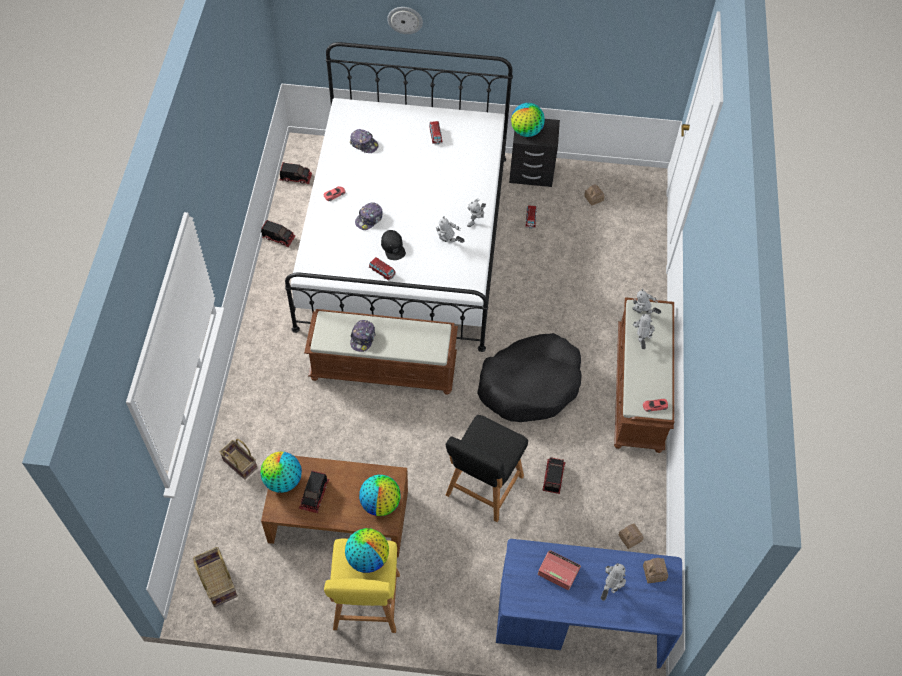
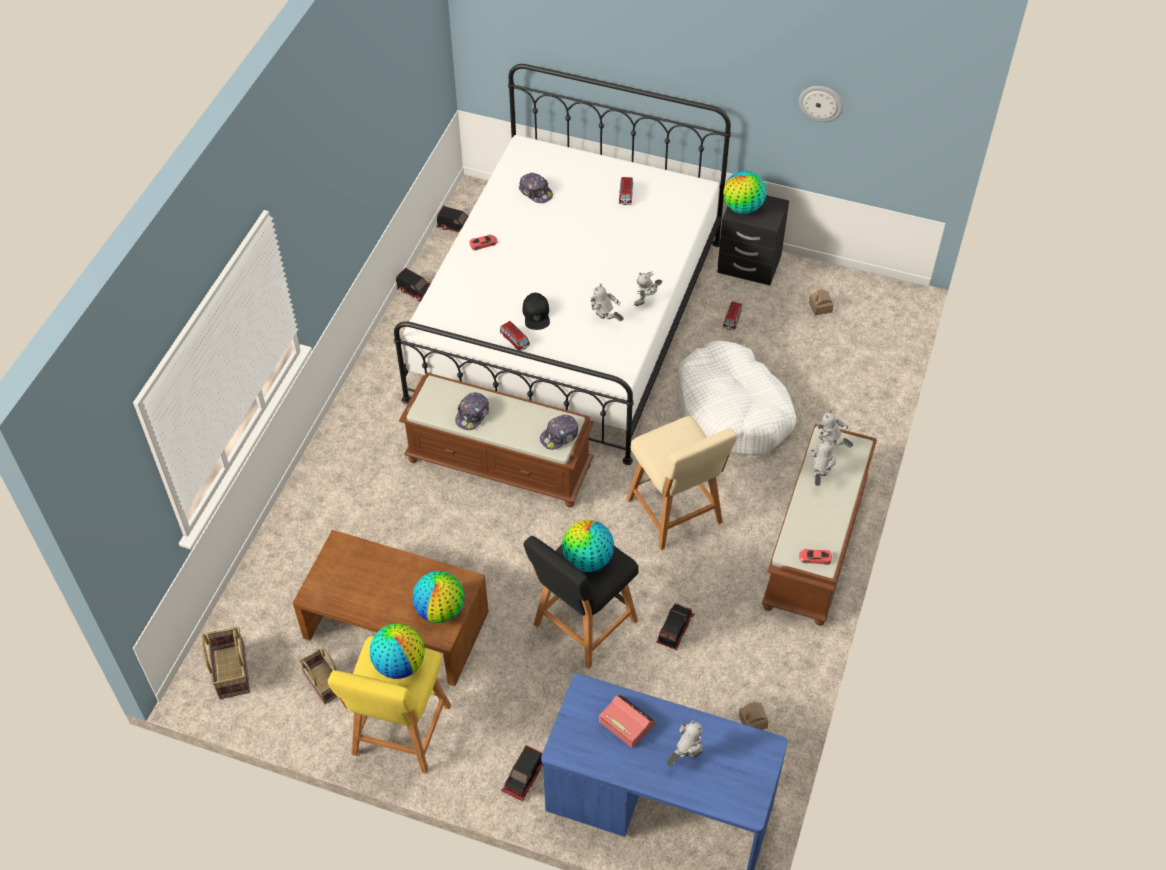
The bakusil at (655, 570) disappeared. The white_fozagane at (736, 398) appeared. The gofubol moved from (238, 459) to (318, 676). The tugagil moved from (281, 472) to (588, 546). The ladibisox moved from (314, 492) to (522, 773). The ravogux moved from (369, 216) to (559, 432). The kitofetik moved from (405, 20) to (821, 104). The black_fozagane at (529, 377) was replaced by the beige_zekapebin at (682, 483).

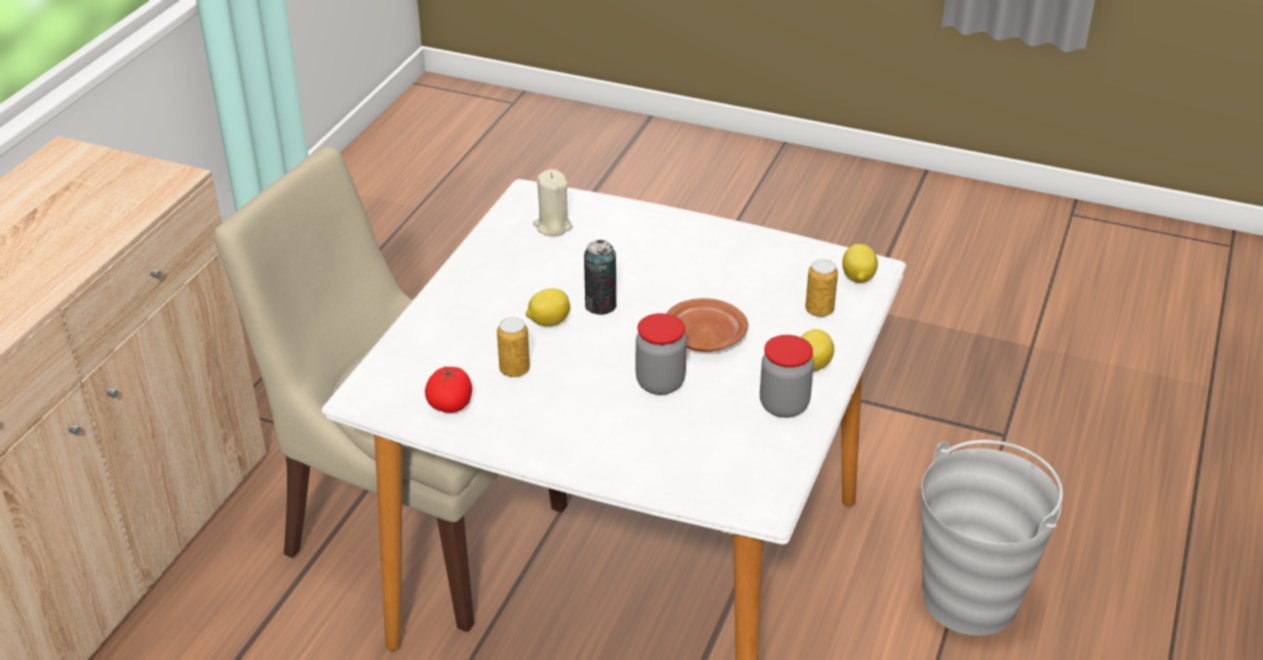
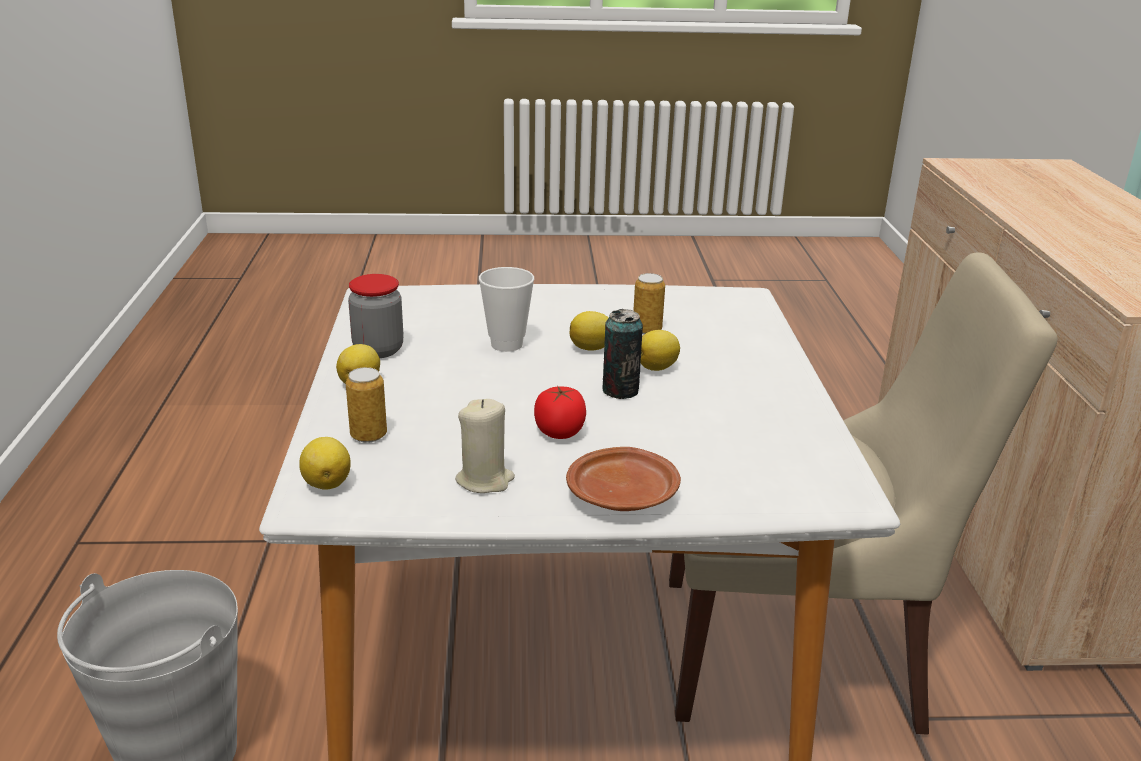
The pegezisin at (588, 331) appeared. The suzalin moved from (448, 390) to (560, 413). The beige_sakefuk moved from (553, 202) to (485, 446). The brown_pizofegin moved from (707, 325) to (623, 479). The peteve at (661, 354) was replaced by the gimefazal at (506, 309).

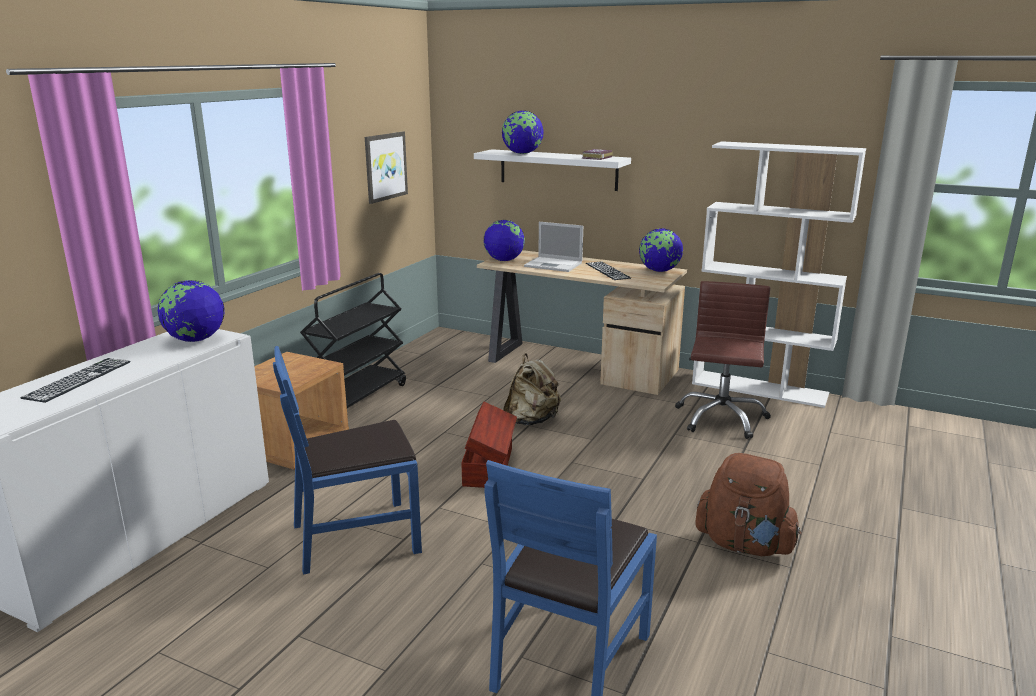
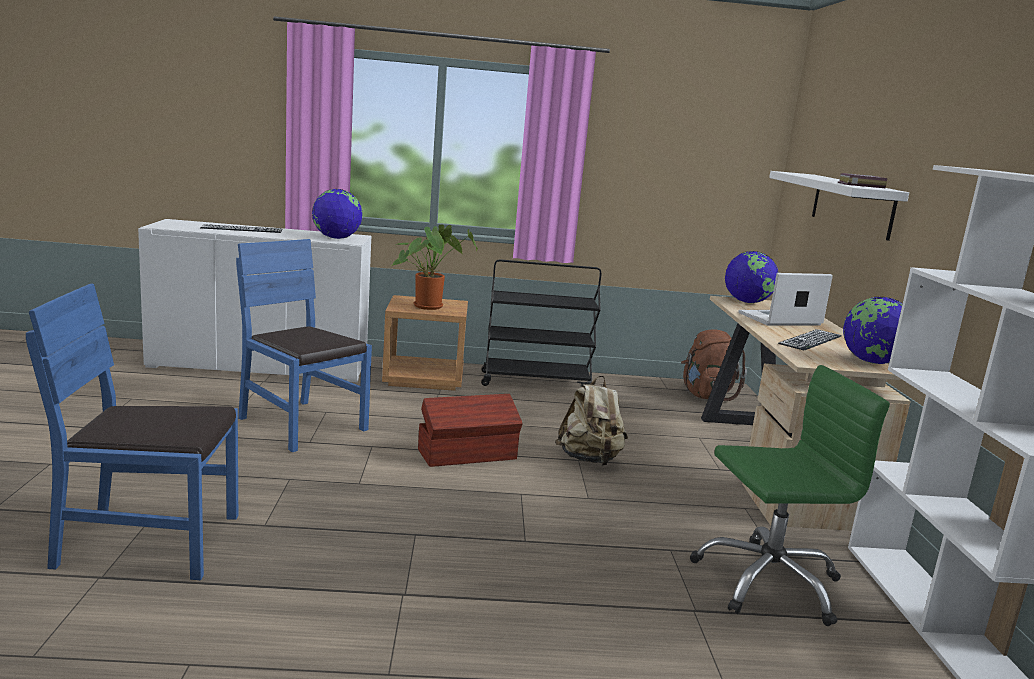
The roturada at (386, 168) disappeared. The tugagil at (523, 132) disappeared. The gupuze at (434, 267) appeared. The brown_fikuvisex moved from (748, 504) to (714, 365). The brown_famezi at (723, 360) became the green_famezi at (790, 495). The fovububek at (553, 247) turned 75 degrees clockwise.

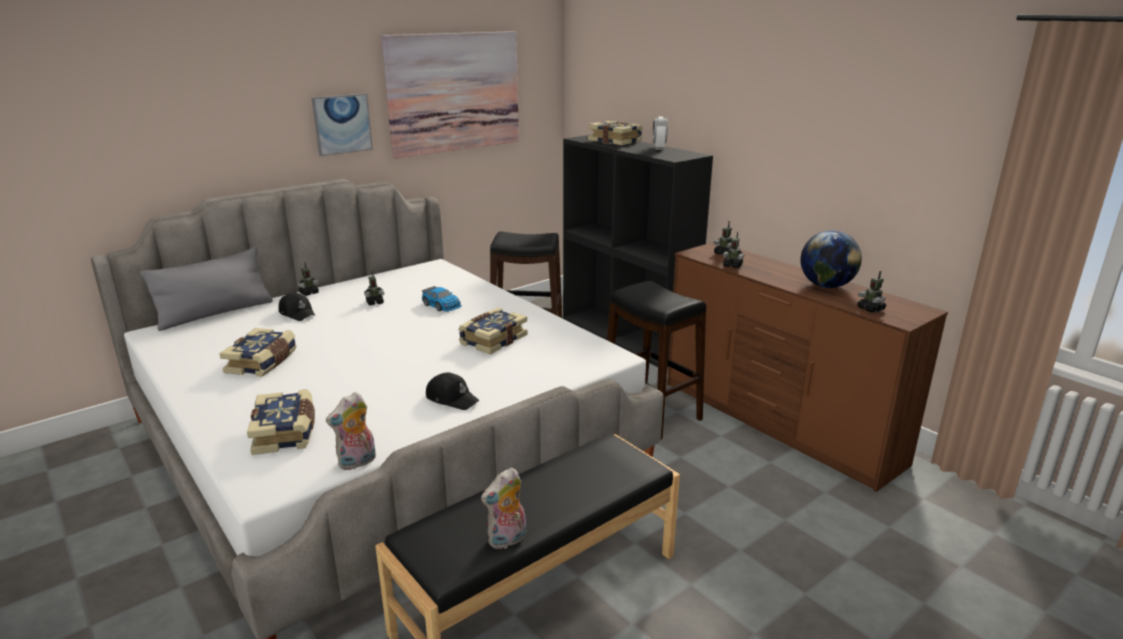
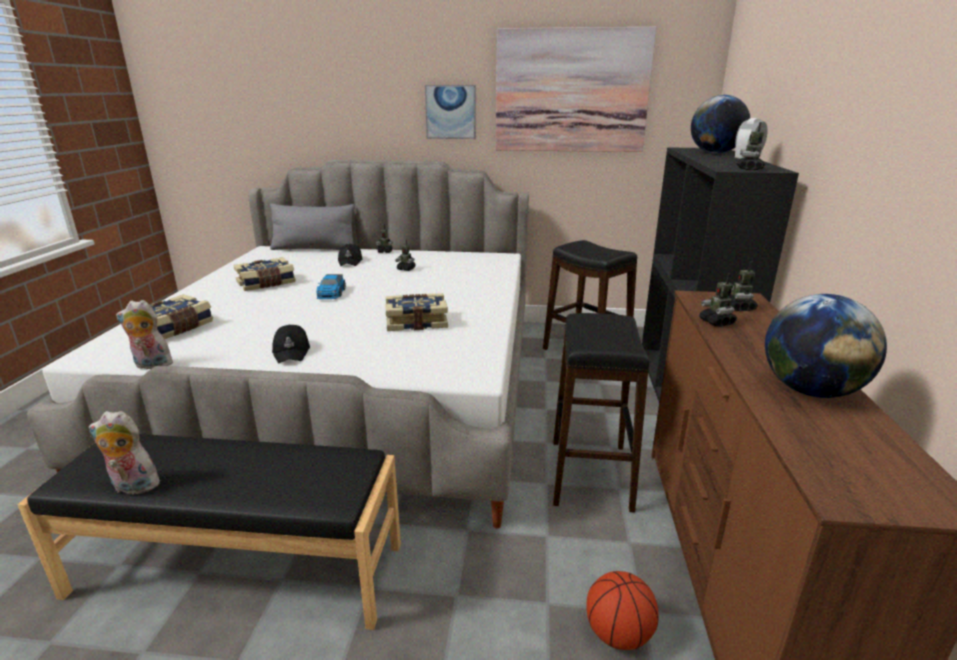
The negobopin at (622, 610) appeared. The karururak moved from (442, 299) to (331, 286). The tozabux moved from (871, 292) to (750, 146). The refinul at (615, 133) was replaced by the tugagil at (720, 124).

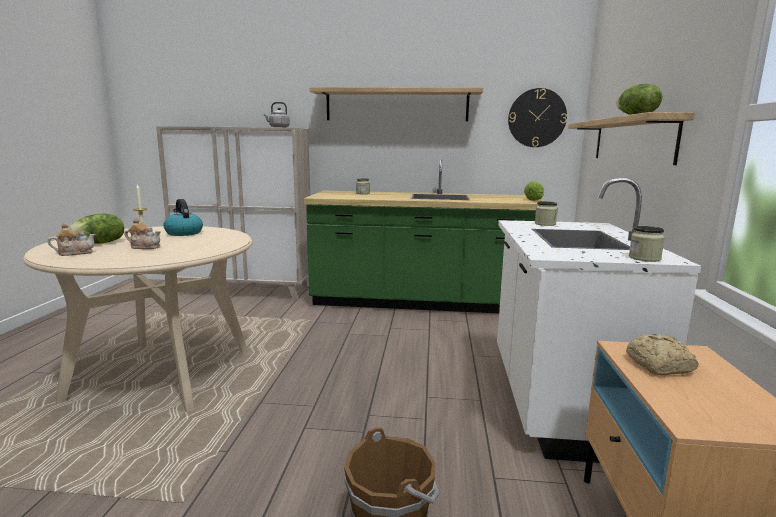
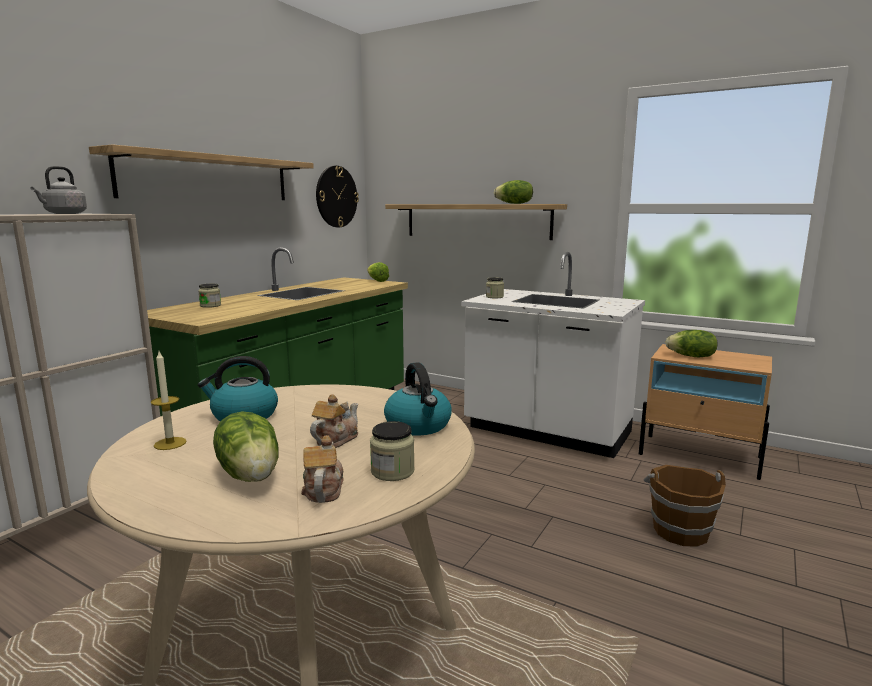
The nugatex at (418, 399) appeared. The peteve moved from (647, 244) to (392, 451). The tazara at (662, 354) was replaced by the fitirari at (691, 343).

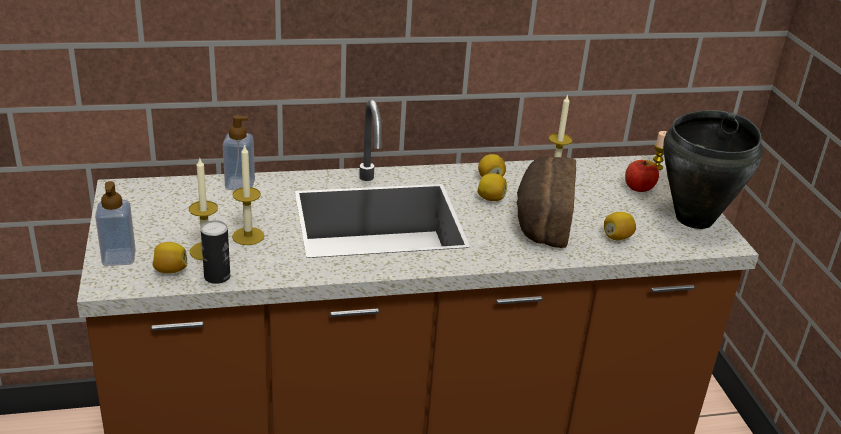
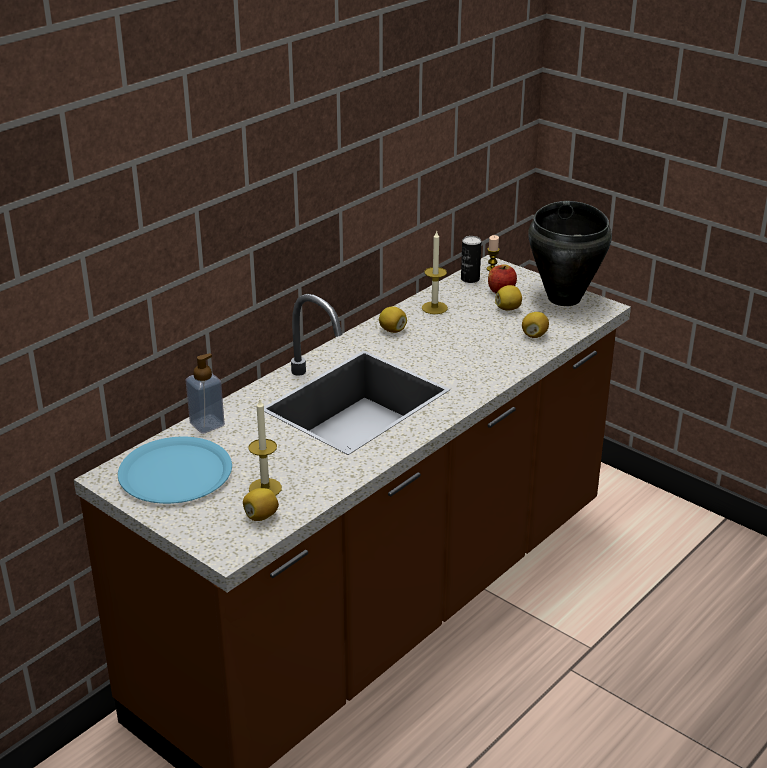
The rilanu at (115, 223) disappeared. The sakefuk at (248, 194) disappeared. The tazara at (546, 202) disappeared. The blue_pizofegin at (175, 470) appeared. The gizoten moved from (215, 252) to (471, 259). The pegezisin moved from (492, 187) to (508, 297).

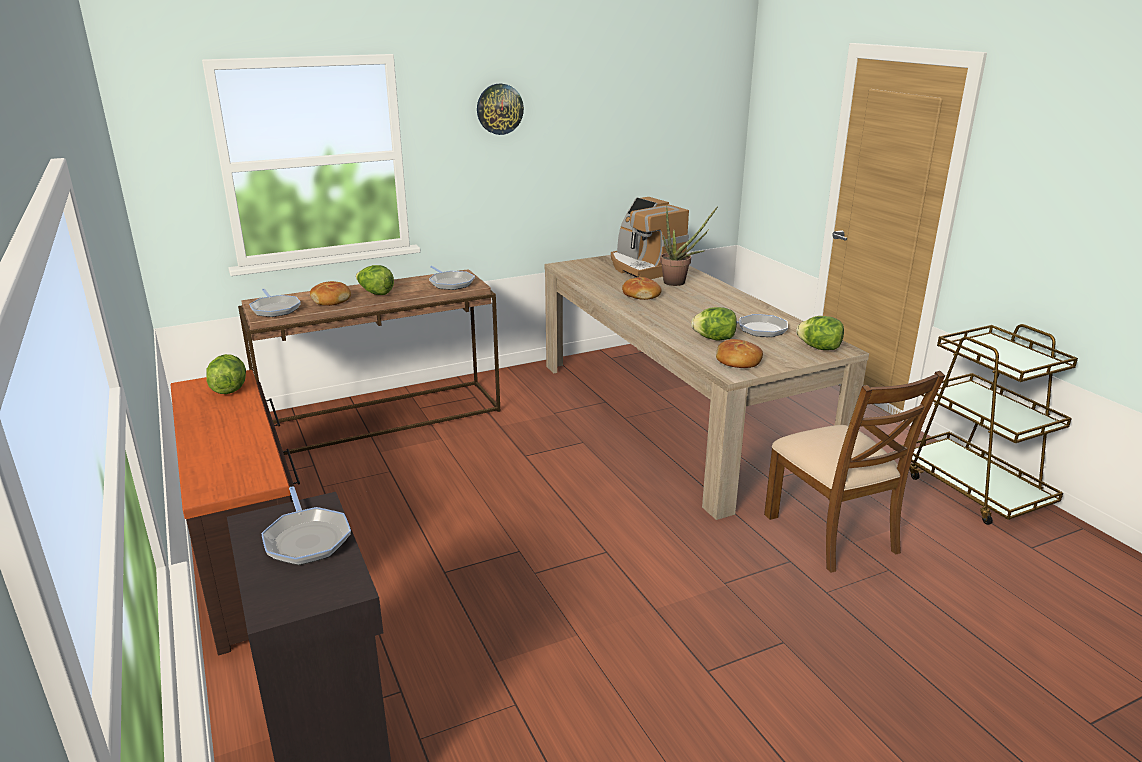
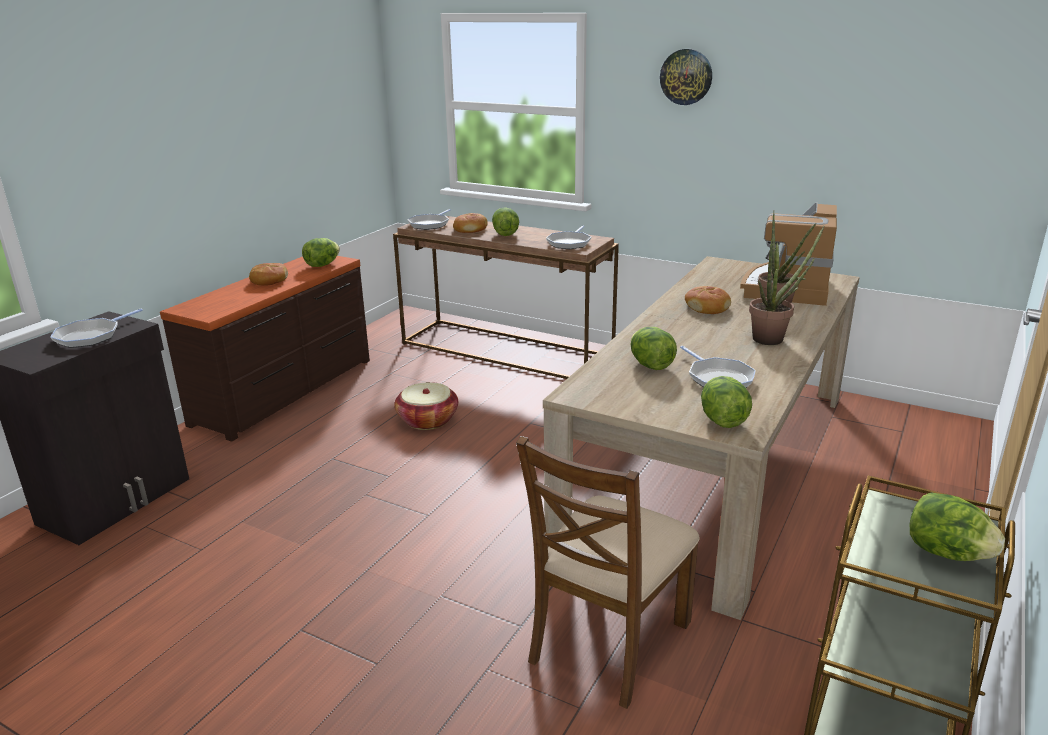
The gofubol at (426, 406) appeared. The gupuze at (786, 285) appeared. The fitirari at (957, 526) appeared. The tazara moved from (739, 353) to (268, 274).

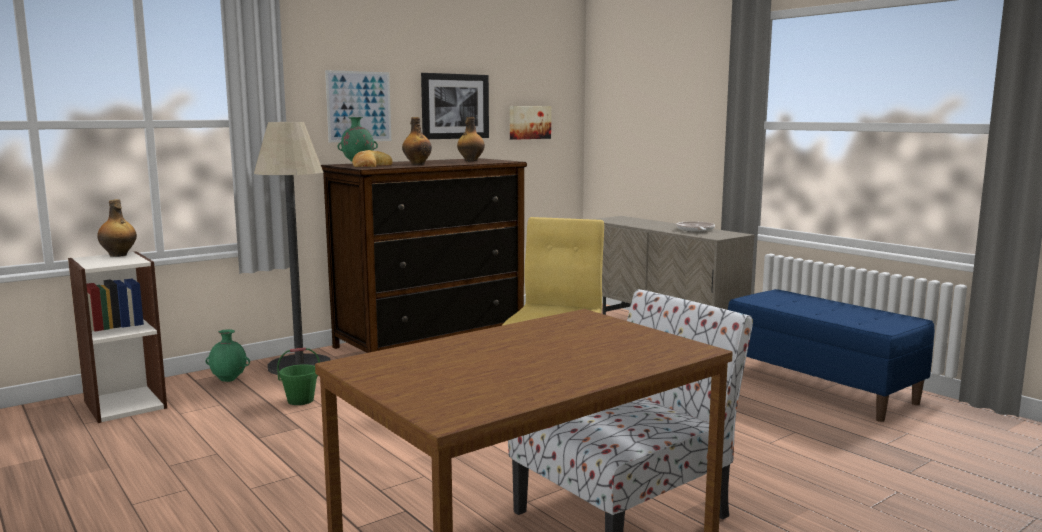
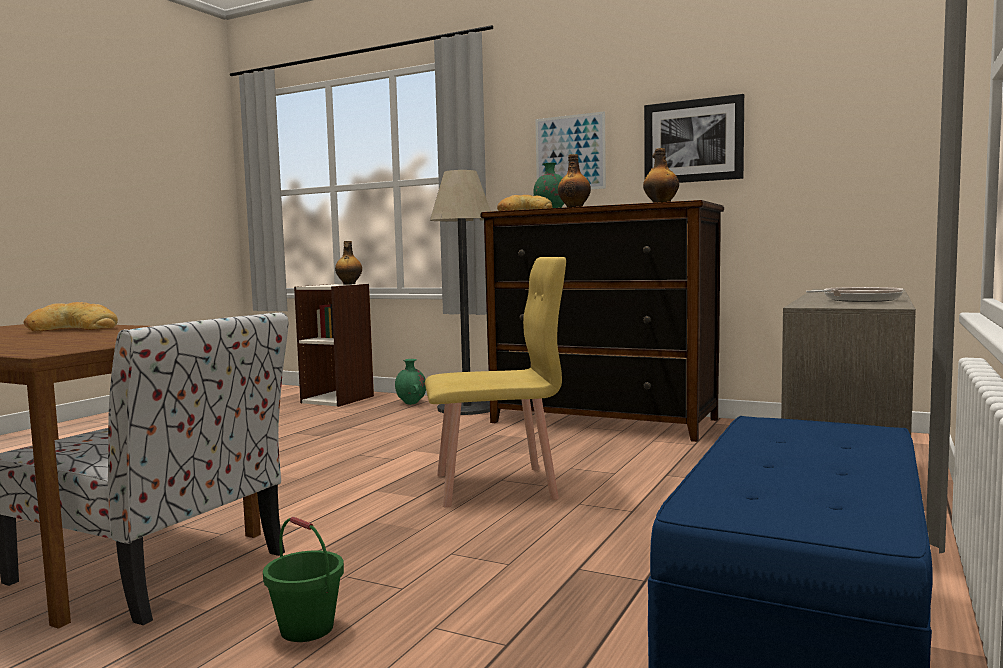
The roturada at (530, 123) disappeared. The tazara at (70, 316) appeared. The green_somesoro moved from (298, 376) to (303, 579).

